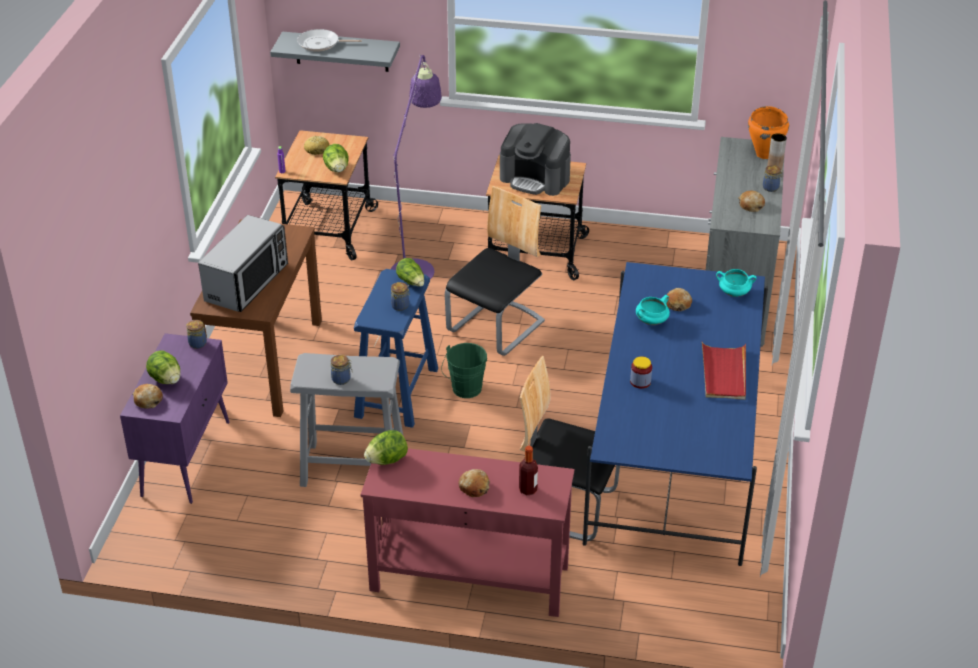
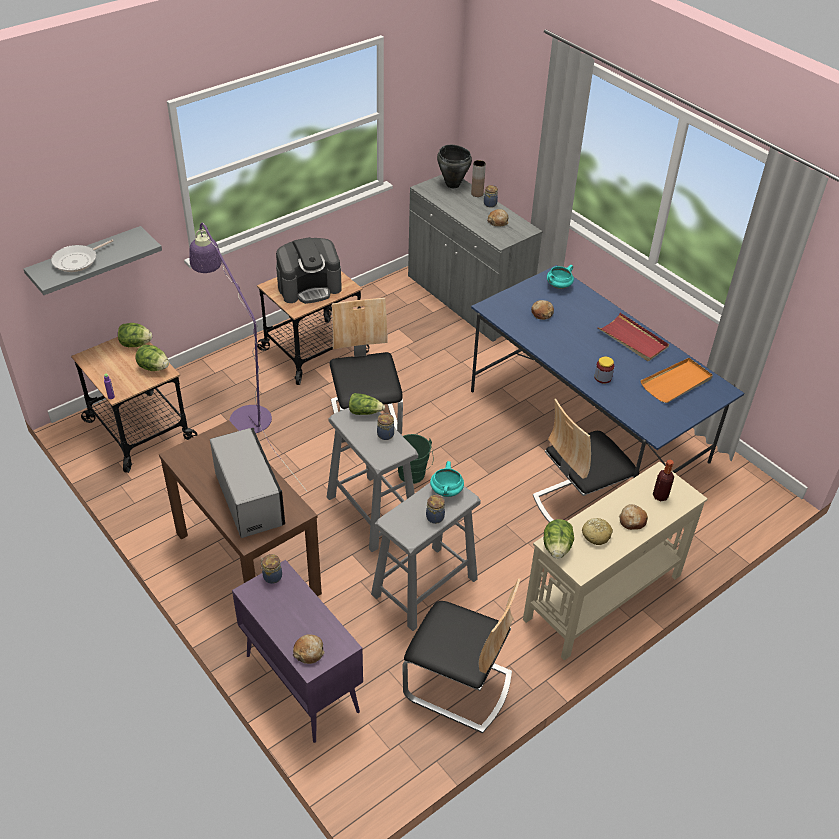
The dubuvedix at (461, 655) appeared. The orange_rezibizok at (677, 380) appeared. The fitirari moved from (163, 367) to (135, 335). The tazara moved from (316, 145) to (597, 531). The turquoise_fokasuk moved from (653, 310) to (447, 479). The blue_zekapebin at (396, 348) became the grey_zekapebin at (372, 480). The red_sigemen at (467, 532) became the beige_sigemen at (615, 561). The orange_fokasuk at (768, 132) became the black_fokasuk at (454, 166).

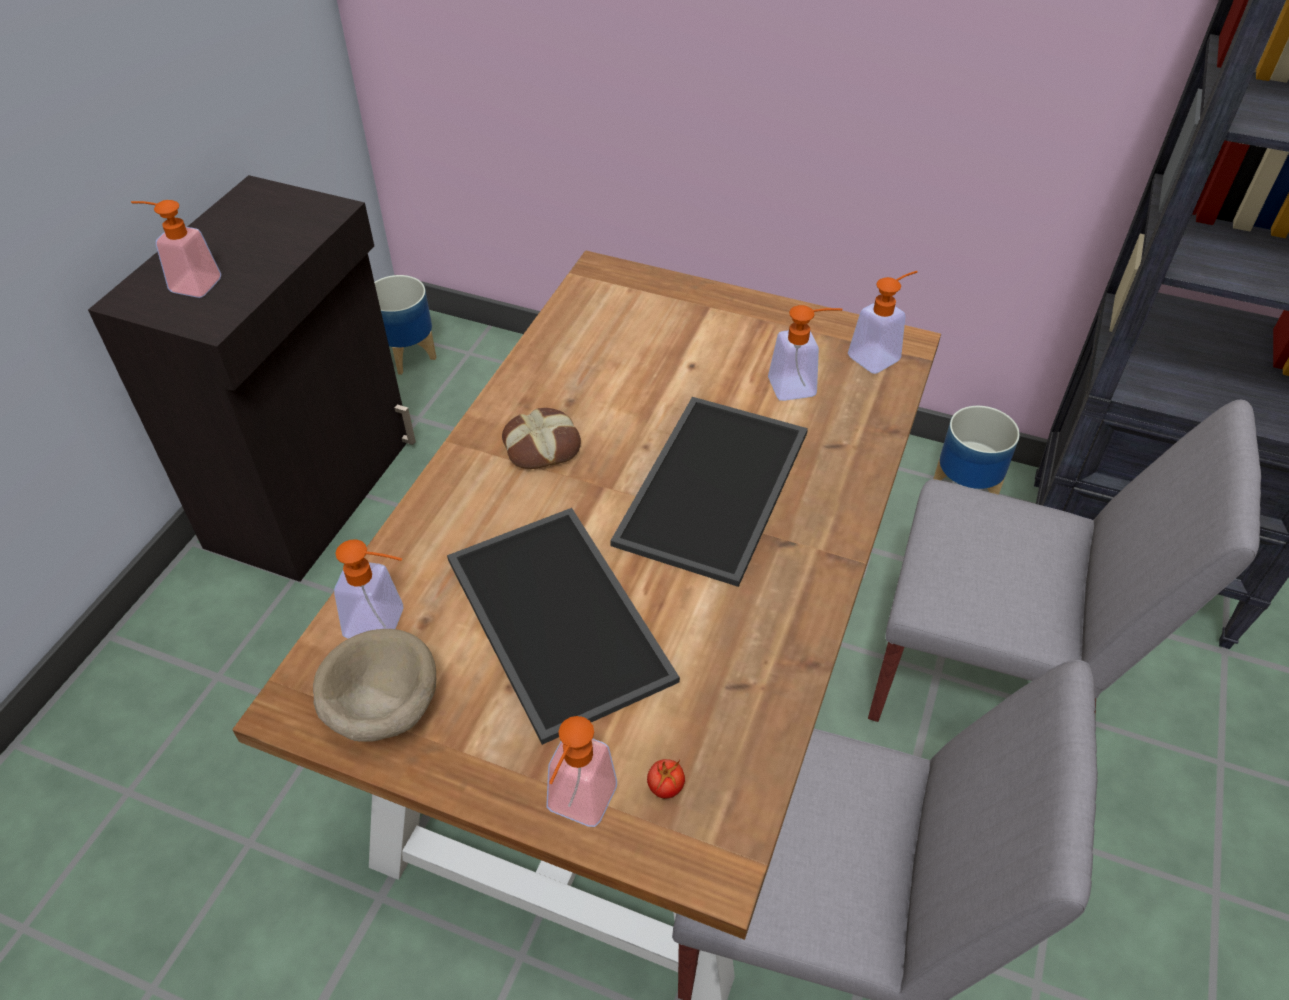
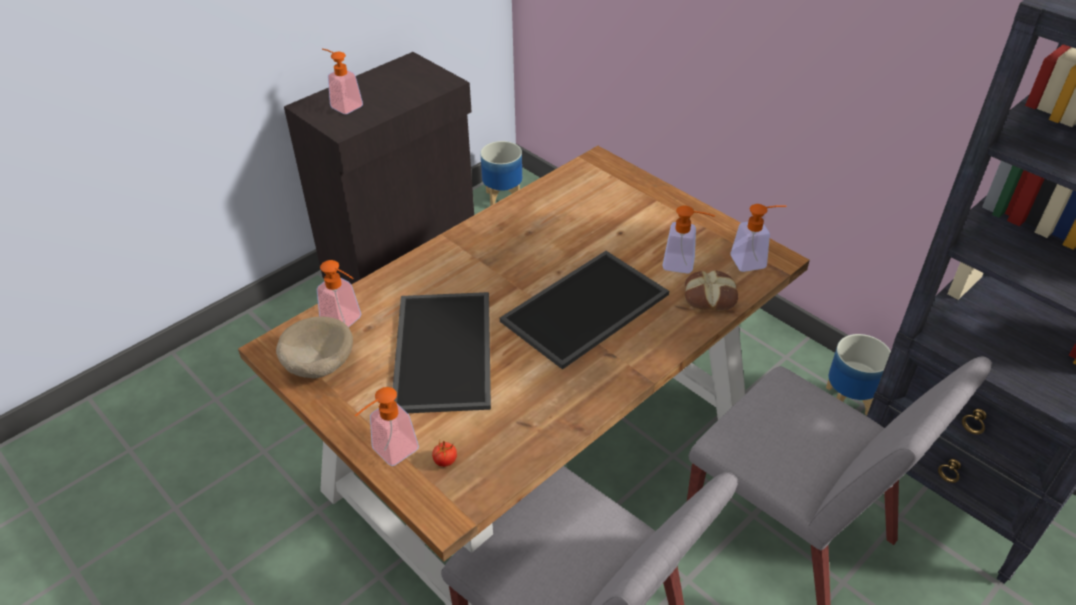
The tazara moved from (541, 438) to (711, 290).

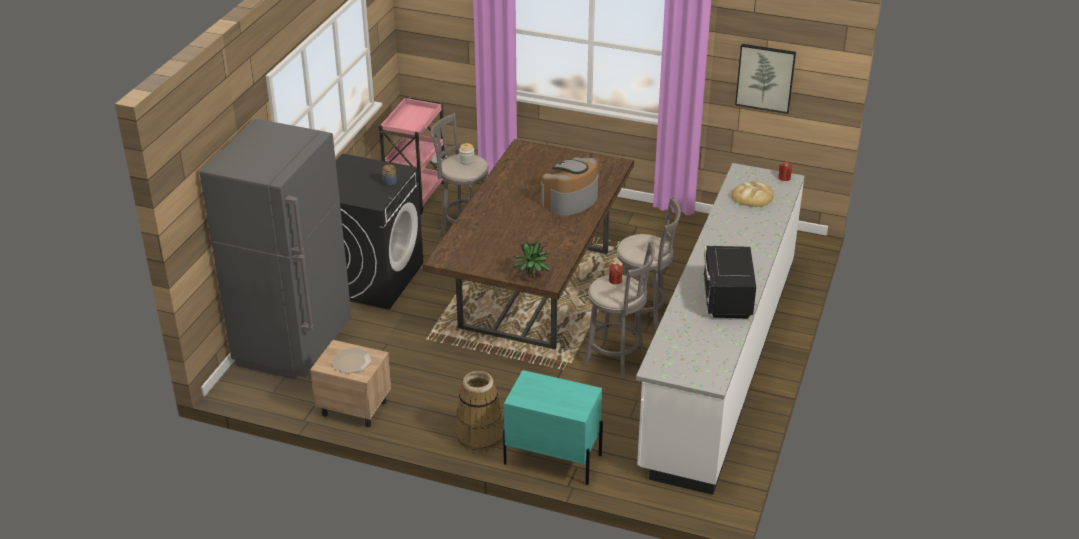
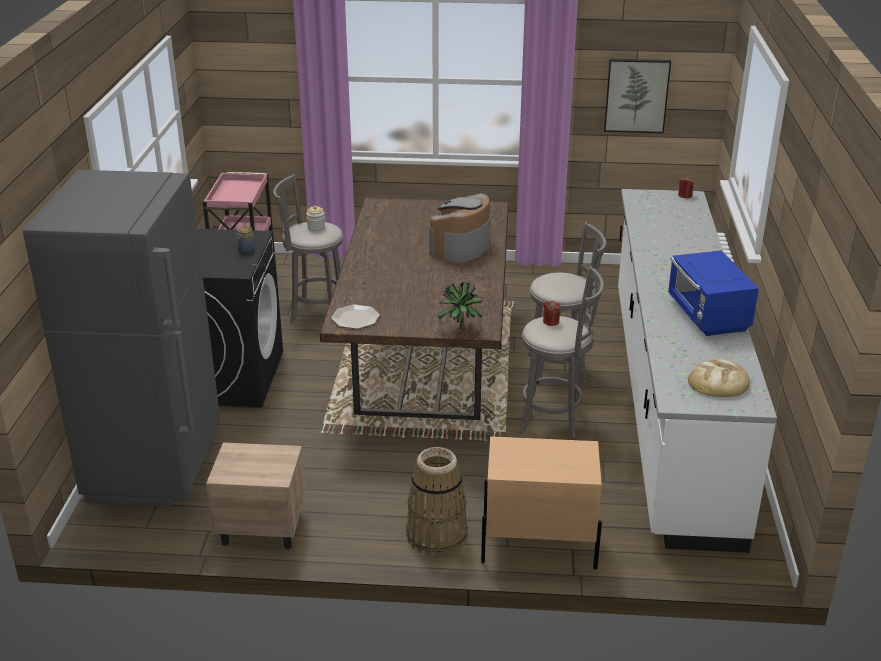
The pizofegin moved from (352, 361) to (355, 316). The tazara moved from (752, 194) to (719, 378). The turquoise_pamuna at (553, 427) became the beige_pamuna at (541, 502). The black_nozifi at (730, 282) became the blue_nozifi at (713, 293).

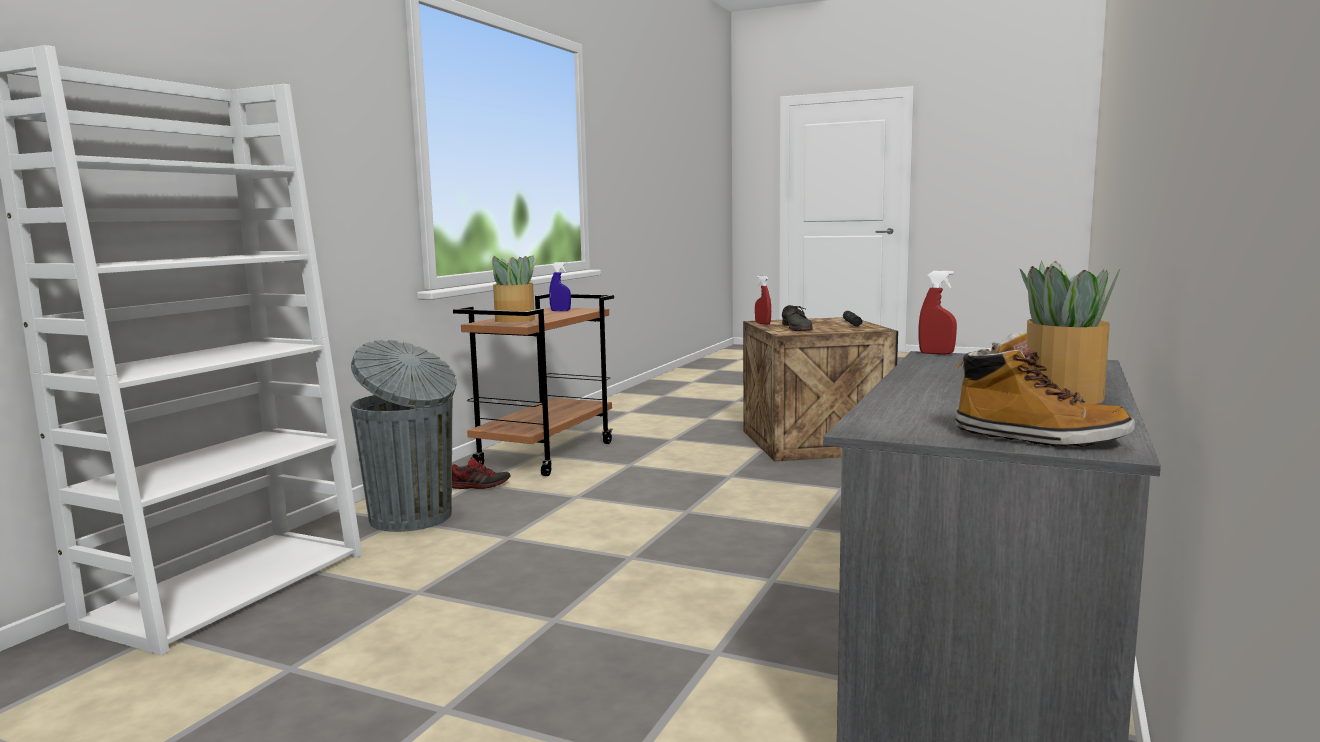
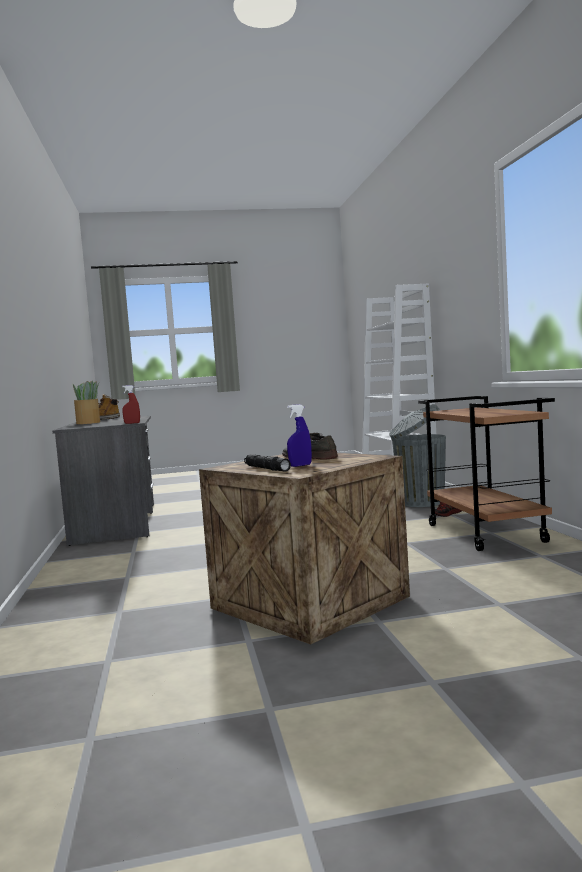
The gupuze at (515, 289) disappeared. The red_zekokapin at (763, 300) disappeared. The blue_zekokapin moved from (560, 286) to (299, 435).

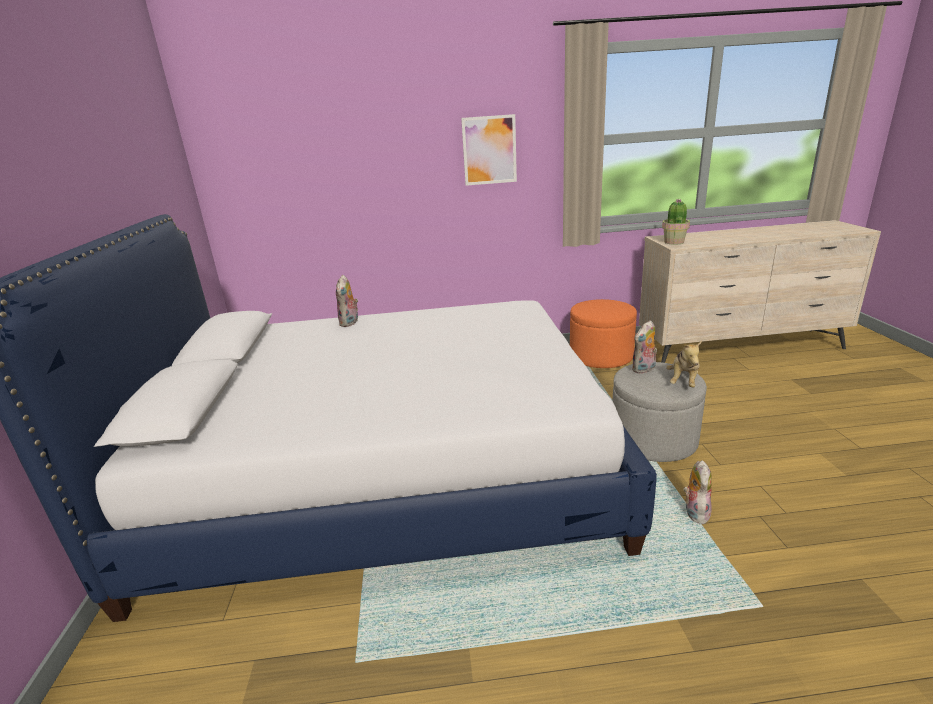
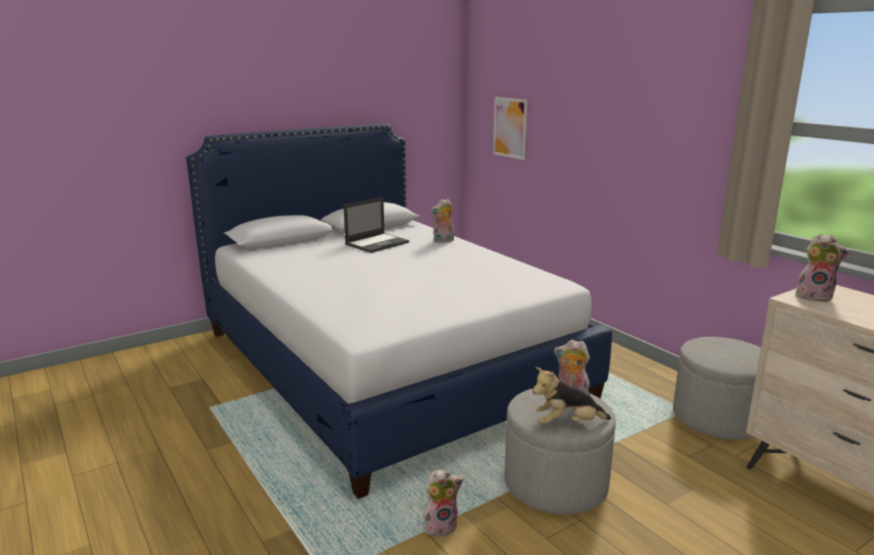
The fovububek at (376, 225) appeared. The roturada moved from (489, 150) to (510, 128). The gupuze at (676, 222) was replaced by the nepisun at (822, 267). The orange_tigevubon at (603, 333) became the grey_tigevubon at (717, 388).

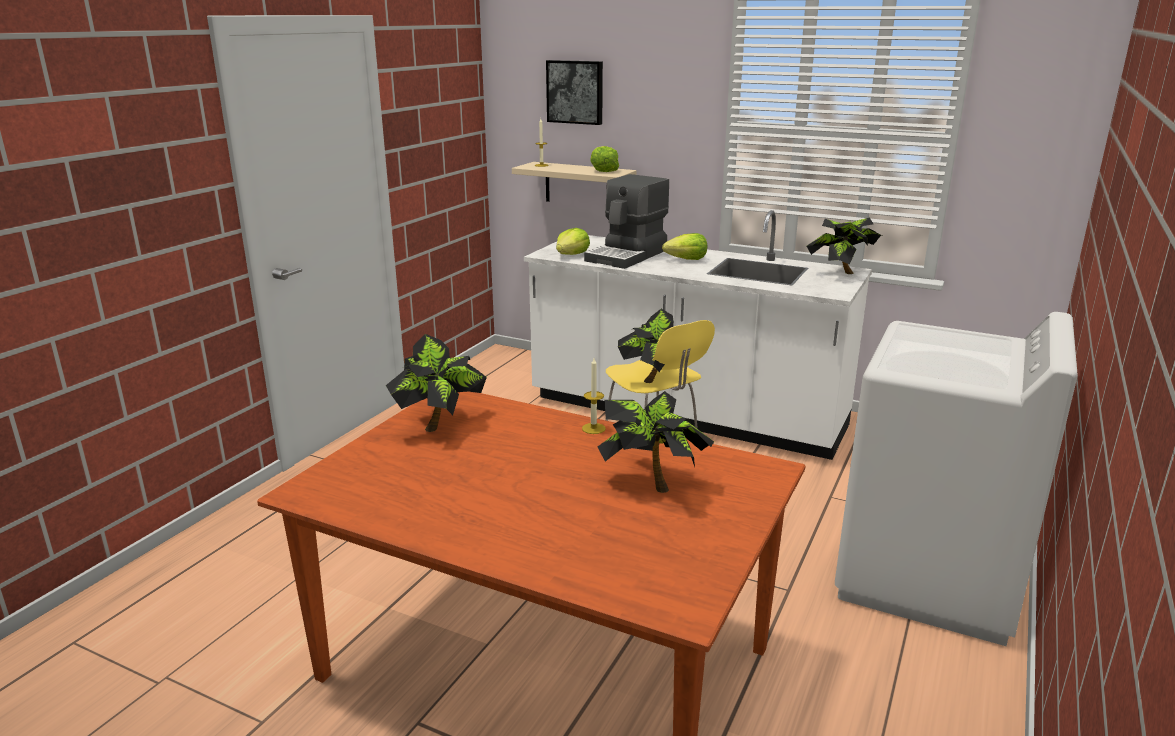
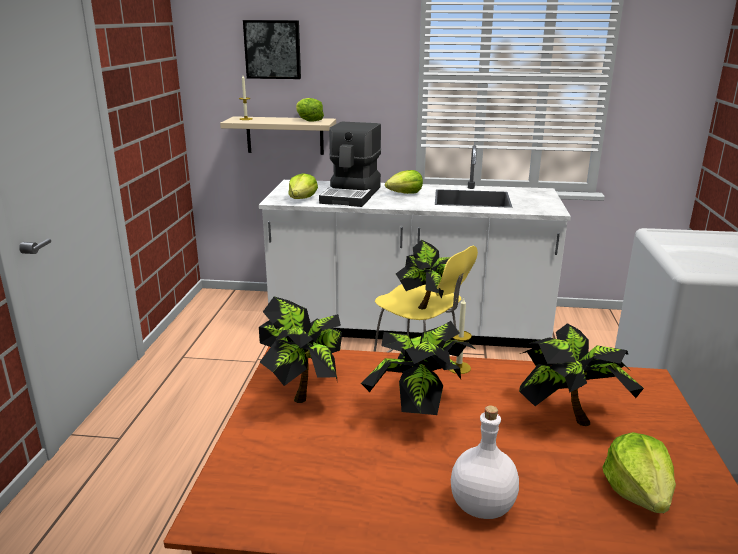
The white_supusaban at (485, 462) appeared. The fitirari at (639, 472) appeared. The gupuze moved from (843, 246) to (418, 368).

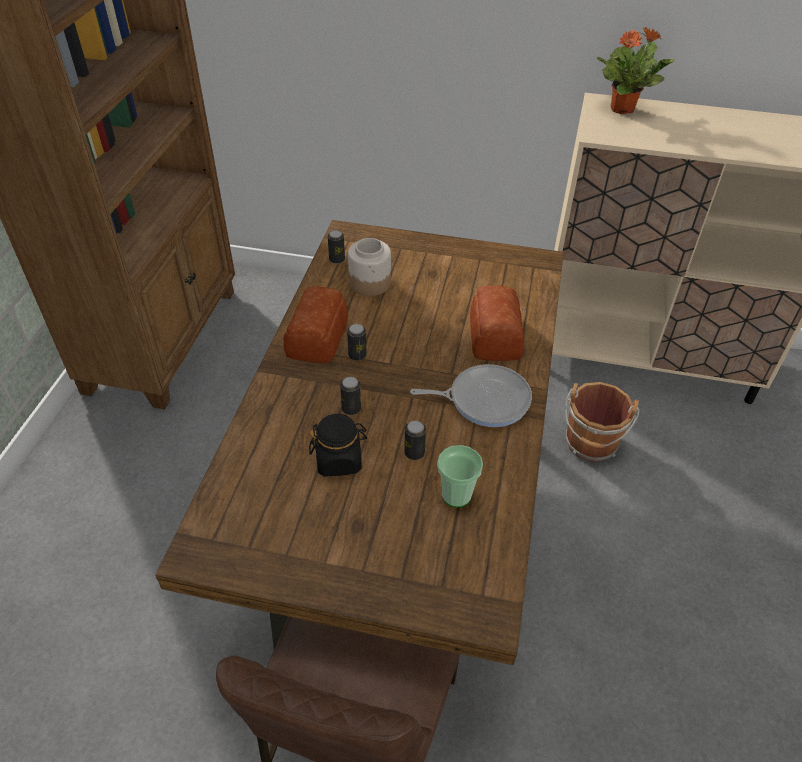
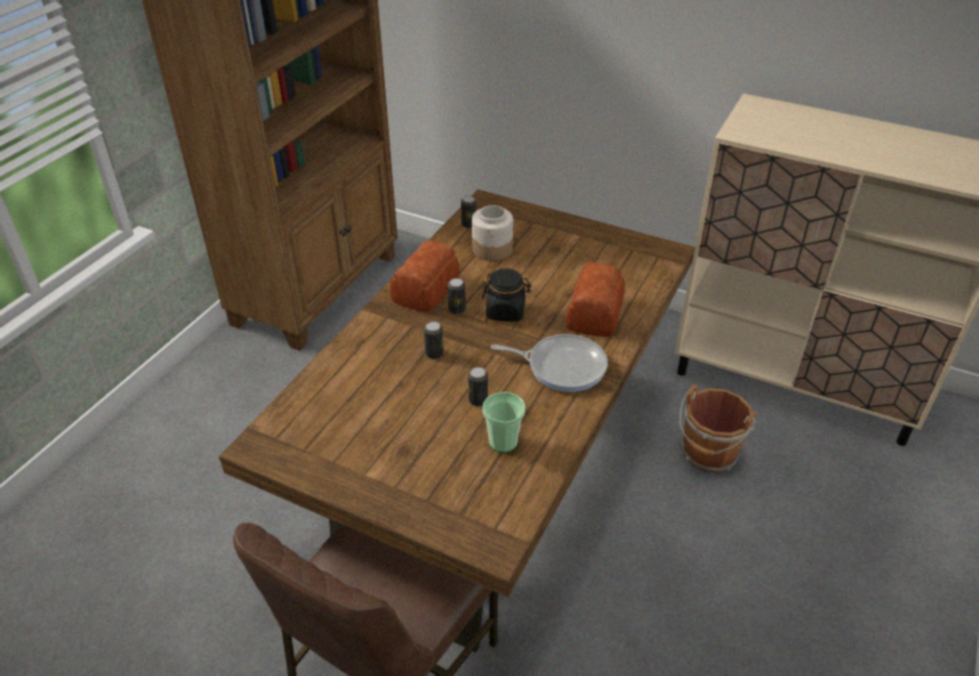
The gupuze at (636, 70) disappeared. The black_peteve moved from (338, 445) to (506, 295).

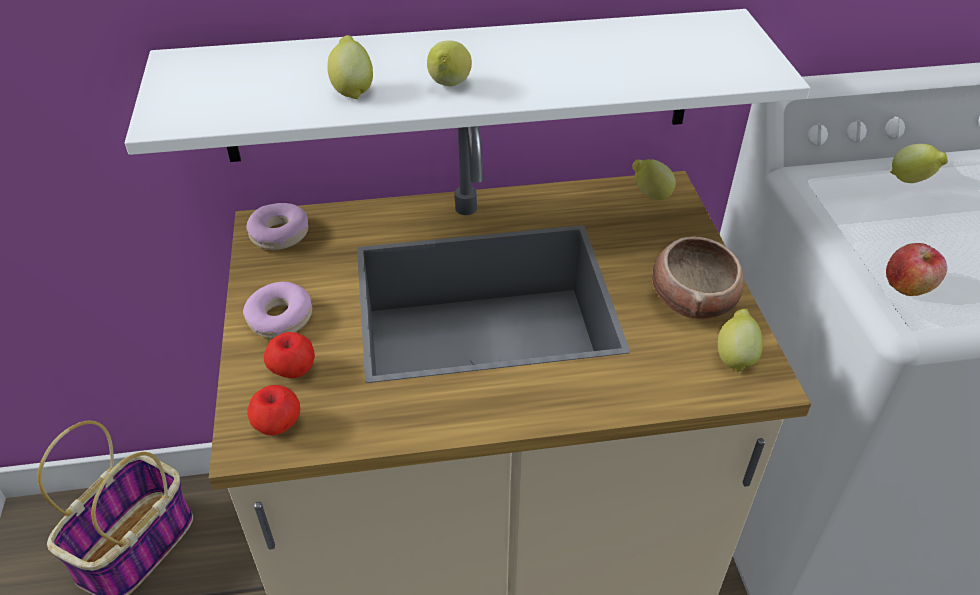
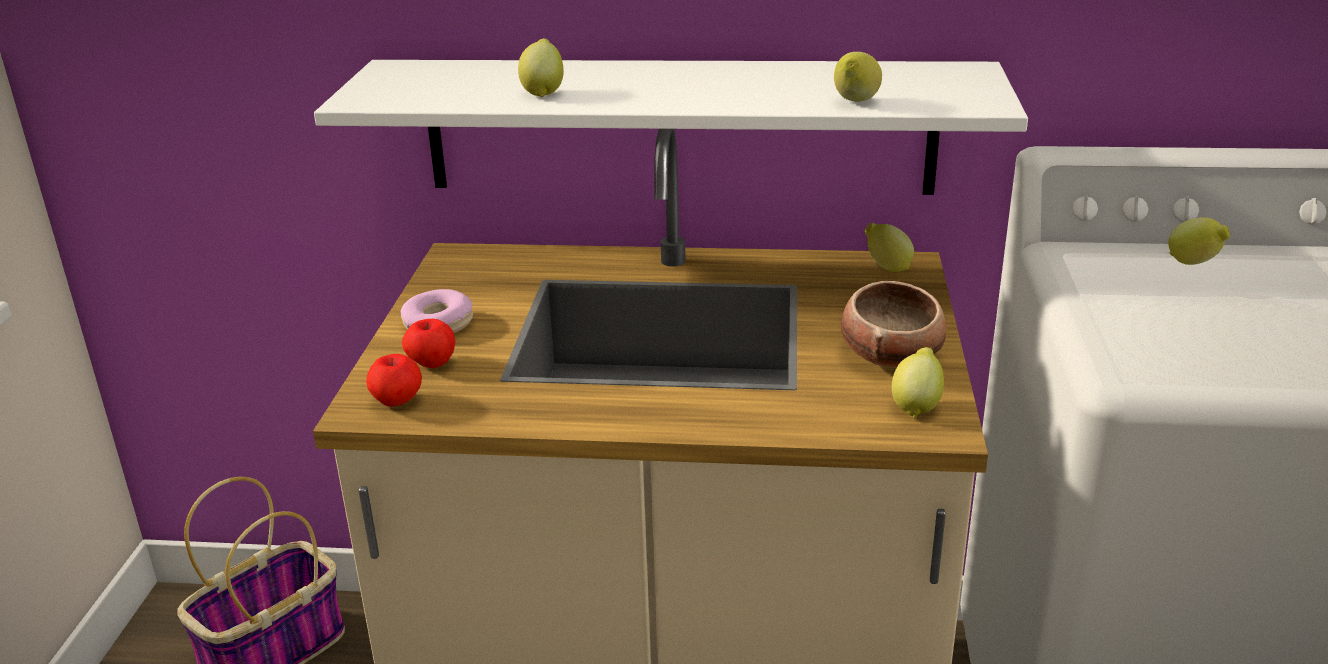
The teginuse at (277, 226) disappeared. The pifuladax at (916, 269) disappeared. The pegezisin moved from (449, 63) to (858, 77).

